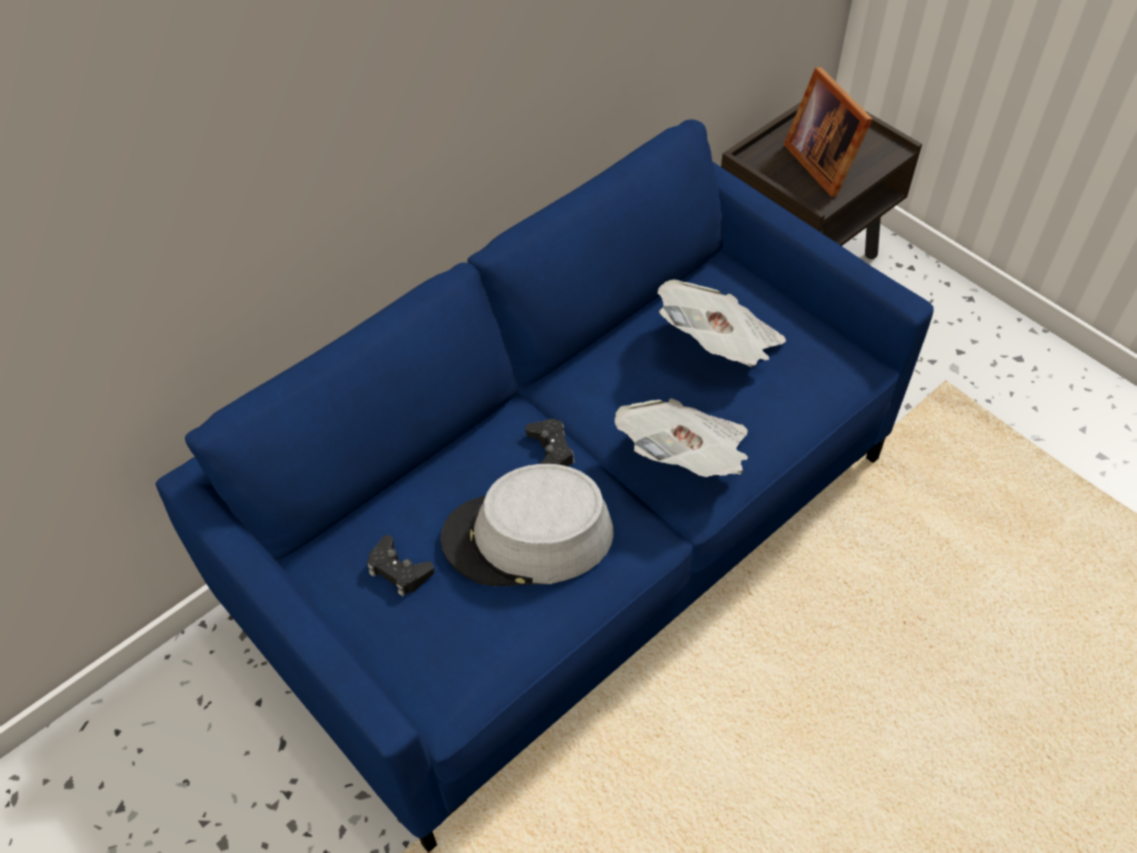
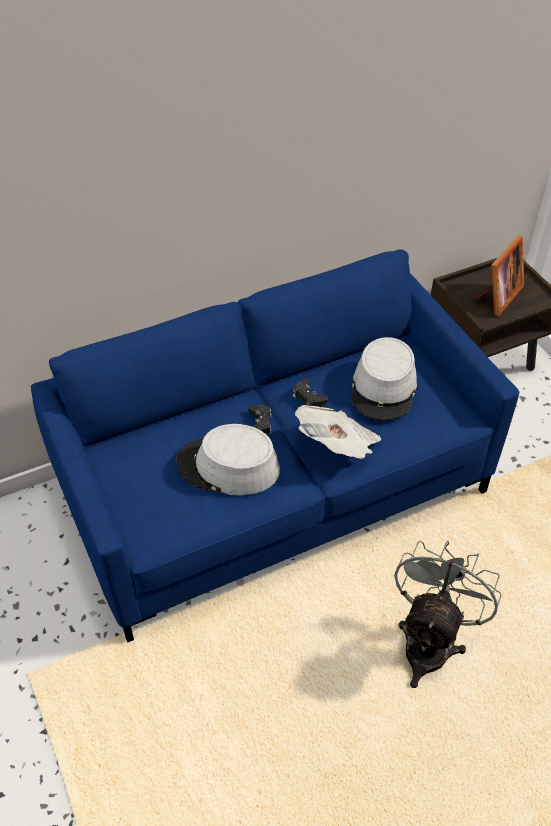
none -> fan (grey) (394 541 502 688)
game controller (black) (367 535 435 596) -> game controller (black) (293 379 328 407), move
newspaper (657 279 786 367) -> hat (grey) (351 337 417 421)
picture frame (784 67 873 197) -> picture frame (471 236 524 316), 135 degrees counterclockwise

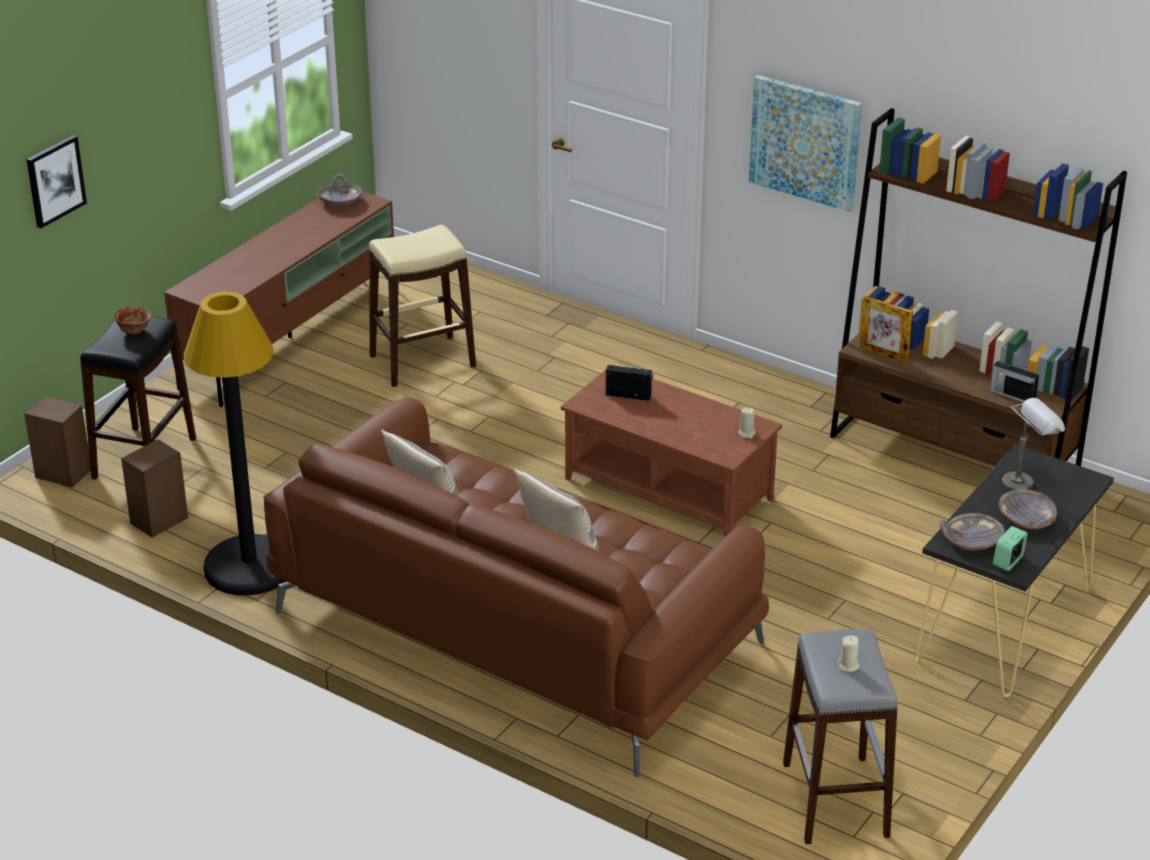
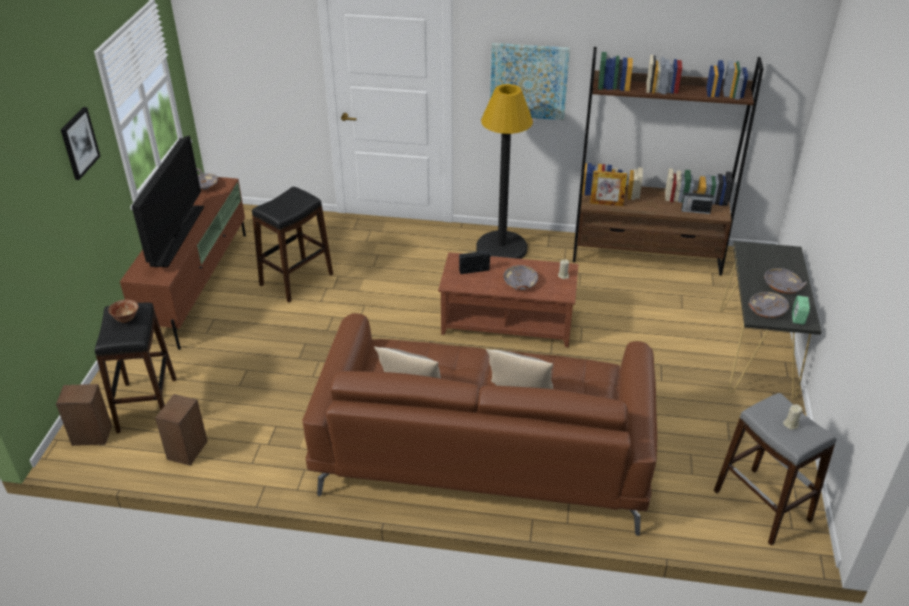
table lamp (grey) (1002 398 1065 491) -> none
none -> television (132 135 204 267)
none -> bowl (grey) (504 265 538 290)
picture (26 135 87 228) -> picture (61 107 100 180), move
floor lamp (black) (183 292 287 596) -> floor lamp (black) (476 84 533 259), move
stool (beige) (369 225 476 387) -> stool (black) (252 187 333 302)

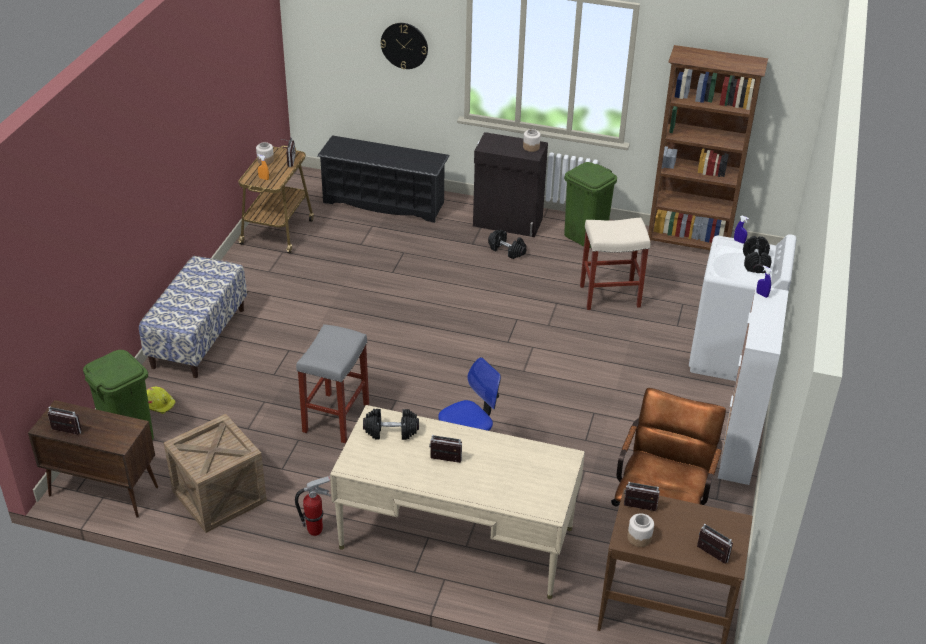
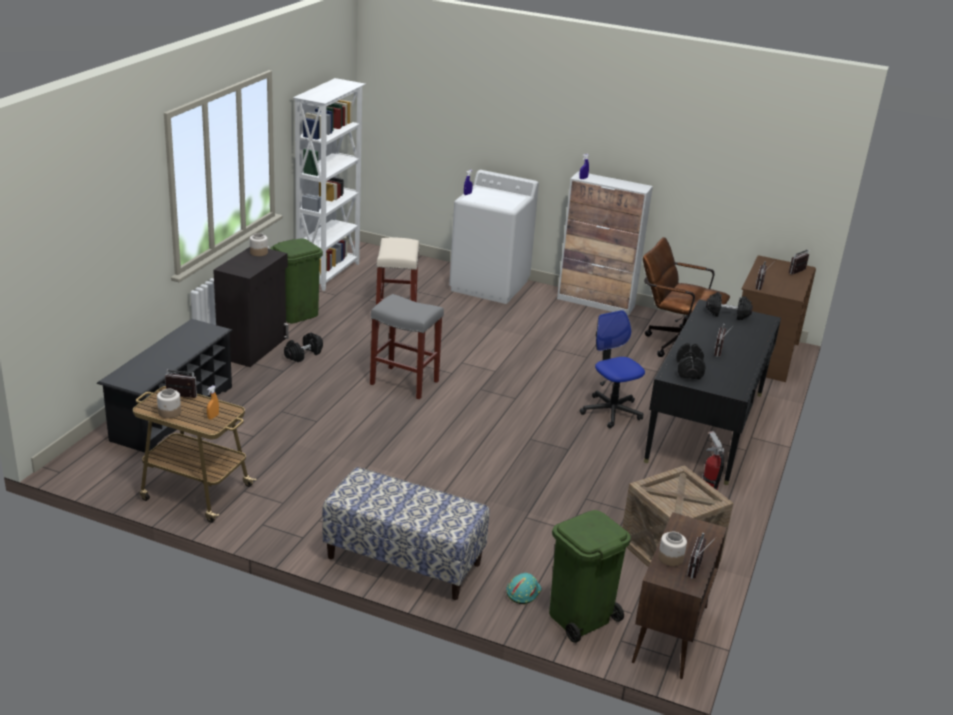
wall clock (381 23 428 69) -> none
stool (grey) (296 324 369 443) -> stool (grey) (370 294 444 399), move
jar (627 514 654 547) -> jar (658 532 687 566), move
dumbbell (black) (743 236 772 273) -> dumbbell (black) (706 292 753 320), move
hard hat (yellow) (147 387 176 414) -> hard hat (turquoise) (506 573 542 604)
desk (beige) (330 405 585 599) -> desk (black) (644 299 781 485)
bookcase (brown) (648 45 768 250) -> bookcase (white) (293 78 365 291)

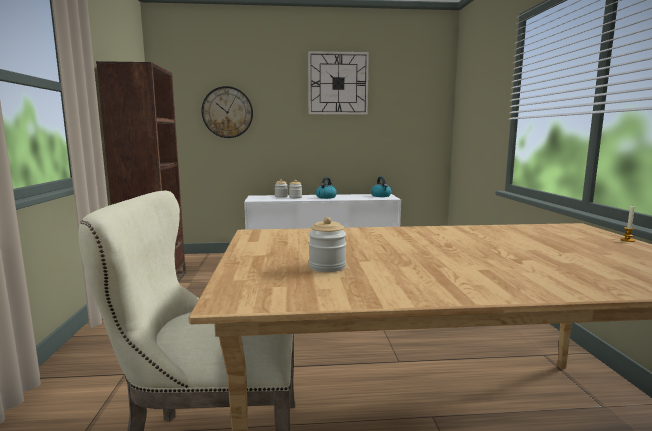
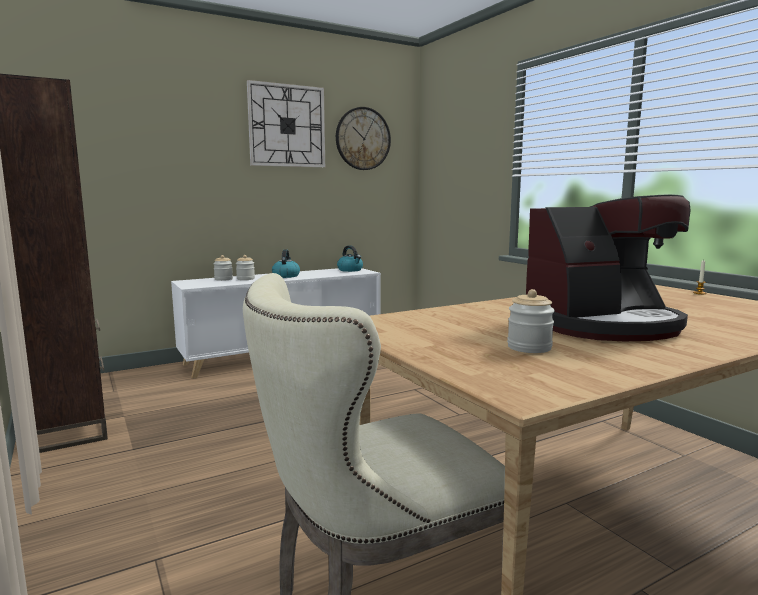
none -> coffee machine (526 194 691 341)
wall clock (201 86 253 138) -> wall clock (336 107 391 170), move

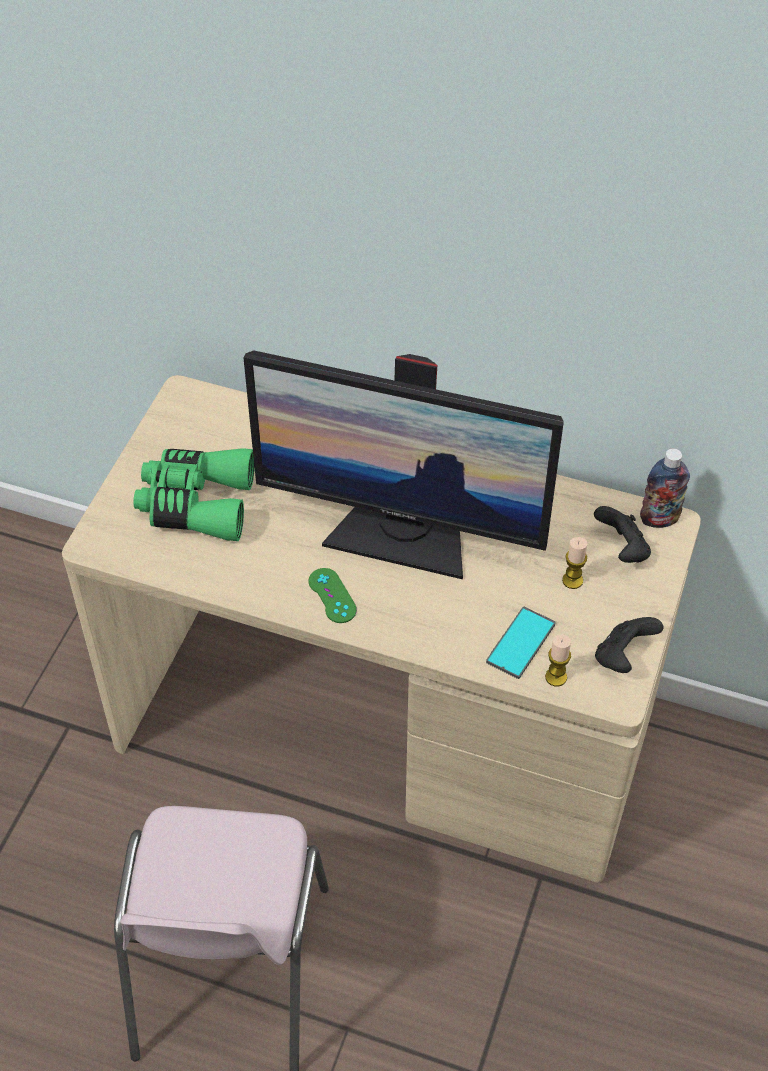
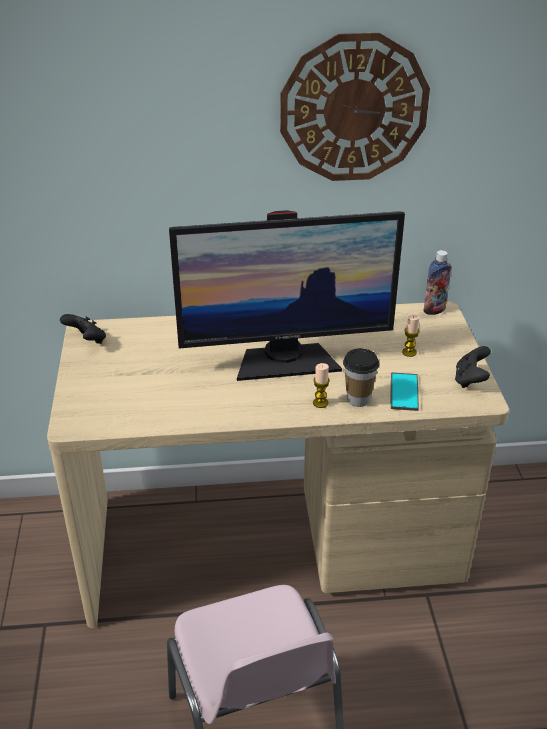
binoculars (green) (133 448 255 541) -> none
game controller (green) (309 568 357 623) -> none
none -> wall clock (280 33 430 181)
none -> cup (343 348 379 407)
candle (545 634 571 686) -> candle (313 363 330 408), move
game controller (black) (594 506 651 563) -> game controller (black) (60 314 106 344), move

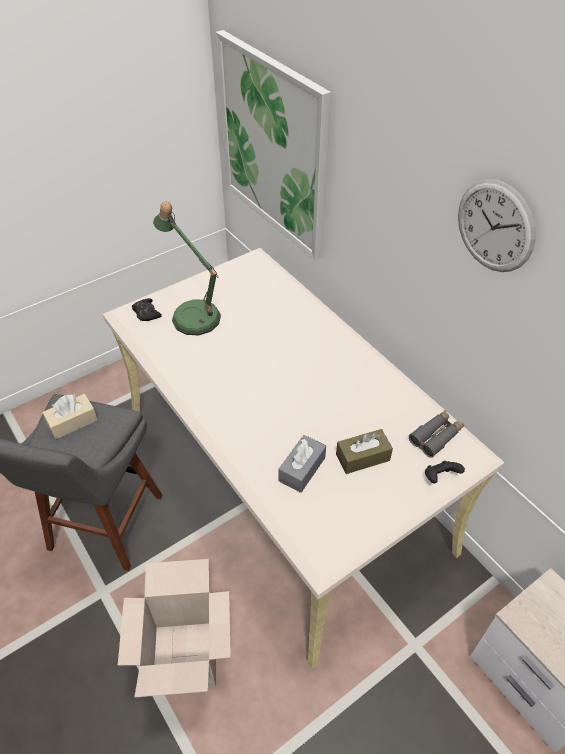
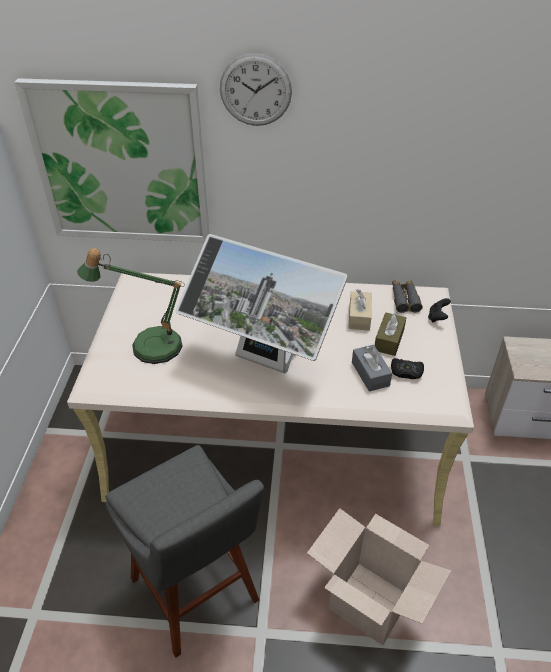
none -> monitor (176 234 348 373)
tissue box (beige) (42 394 98 439) -> tissue box (beige) (348 289 372 331), move
game controller (black) (132 298 162 321) -> game controller (black) (391 358 424 379), move
wall clock (458 179 536 272) -> wall clock (220 53 292 126), move

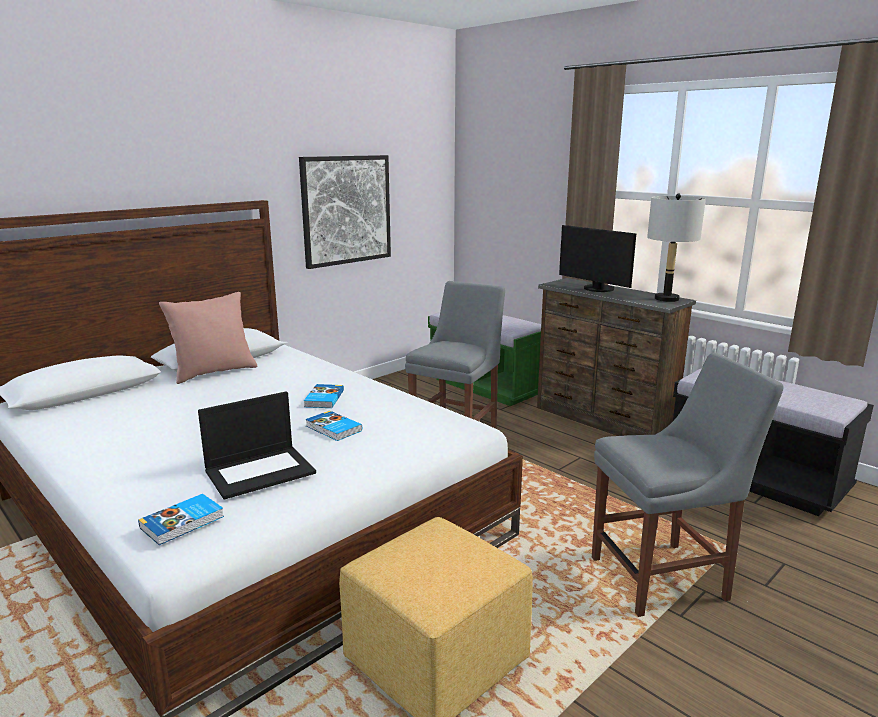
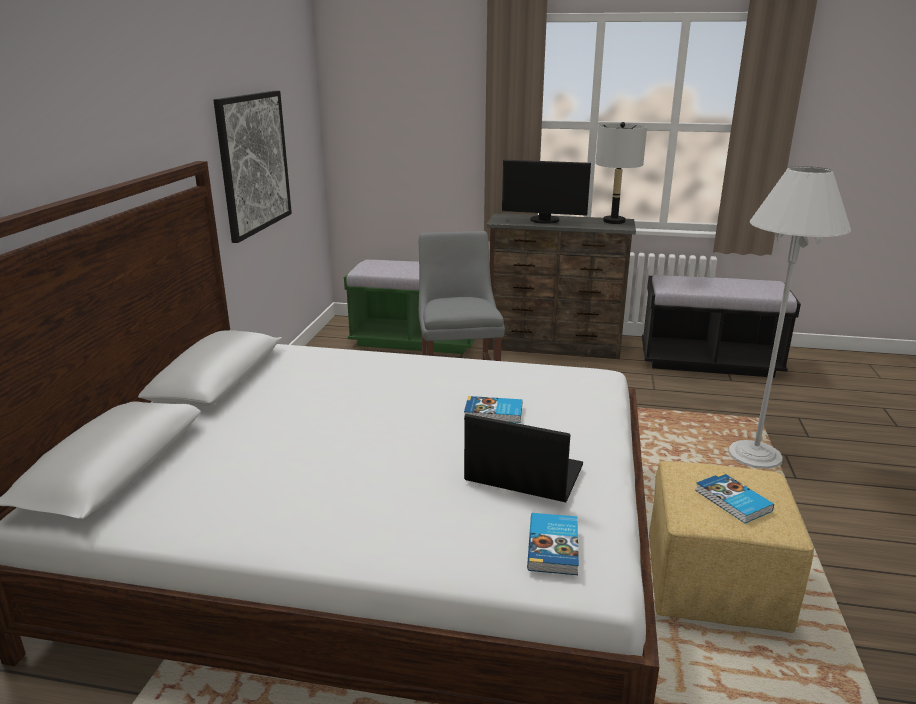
pillow (pink) (159 292 257 384) -> none
book (304 384 344 408) -> book (695 473 774 524), move
chair (grey) (592 353 784 617) -> floor lamp (white) (728 166 851 469)
laptop (198 391 316 500) -> laptop (464 414 583 502), 90 degrees counterclockwise

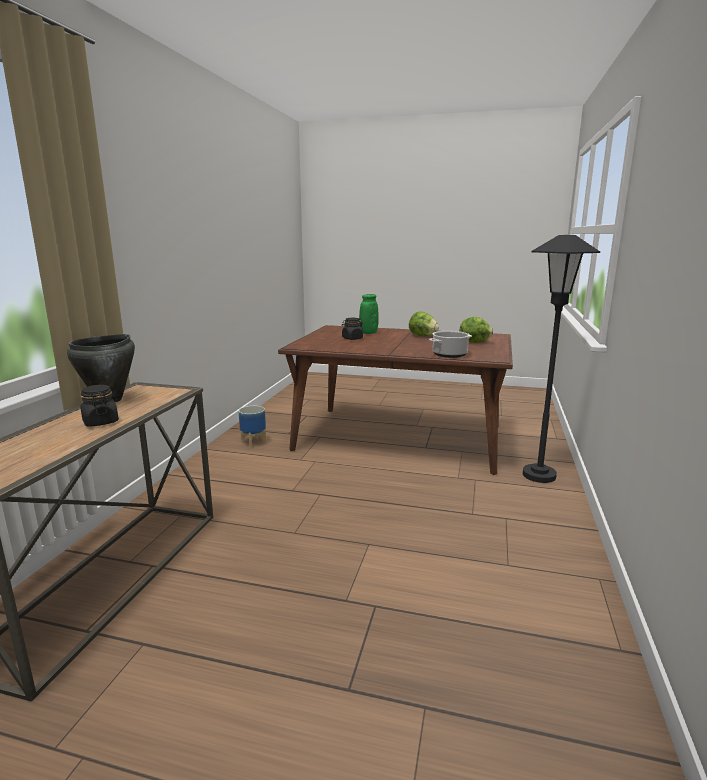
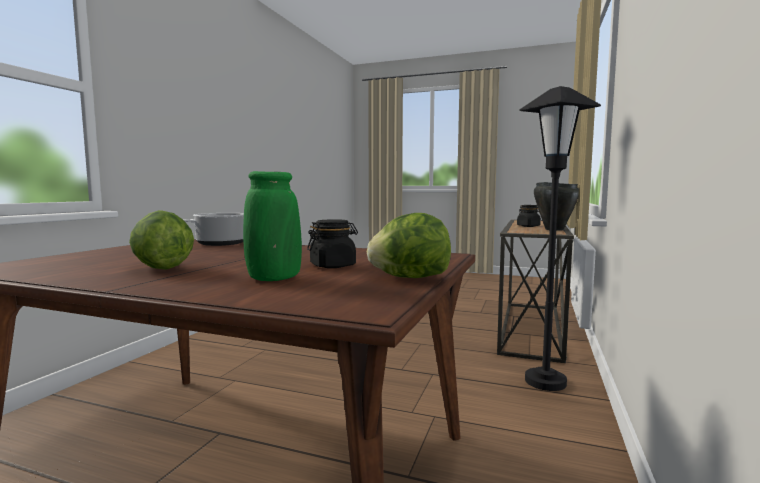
planter (239 406 267 448) -> none
lettuce (460 317 493 343) -> lettuce (367 213 451 278), move
floor lamp (black) (523 235 600 483) -> floor lamp (black) (520 86 601 391), move

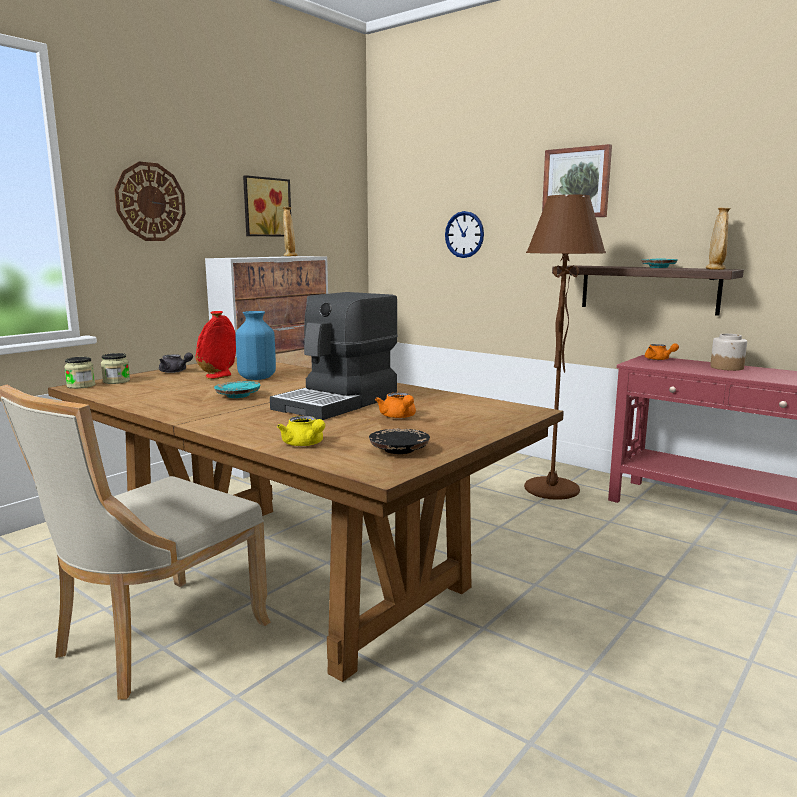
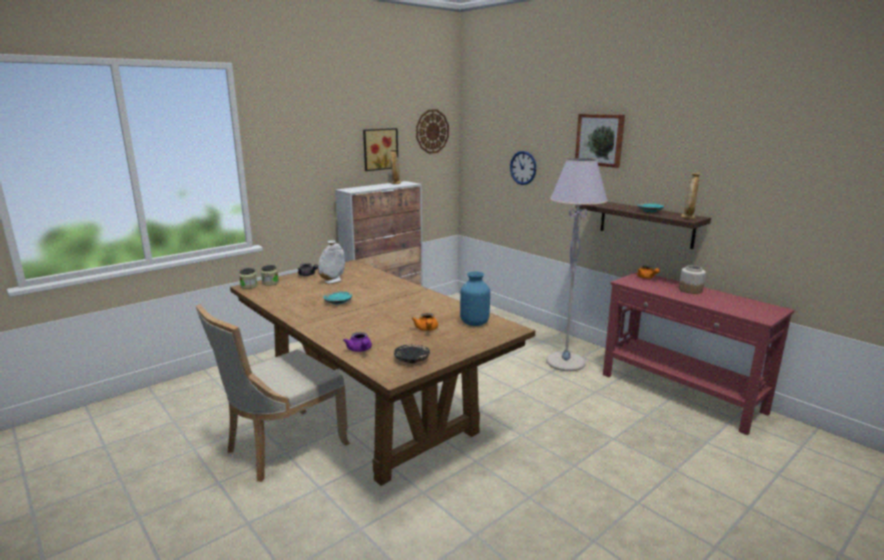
coffee machine (270 292 398 420) -> none
wall clock (114 162 186 241) -> wall clock (416 110 449 154), move
vase (blue) (235 311 276 380) -> vase (blue) (460 272 490 326), move
vase (red) (196 311 236 379) -> vase (white) (318 240 345 284)
teapot (yellow) (277 416 325 446) -> teapot (purple) (343 332 372 352)
floor lamp (brown) (524 195 606 500) -> floor lamp (grey) (546 158 608 371)

